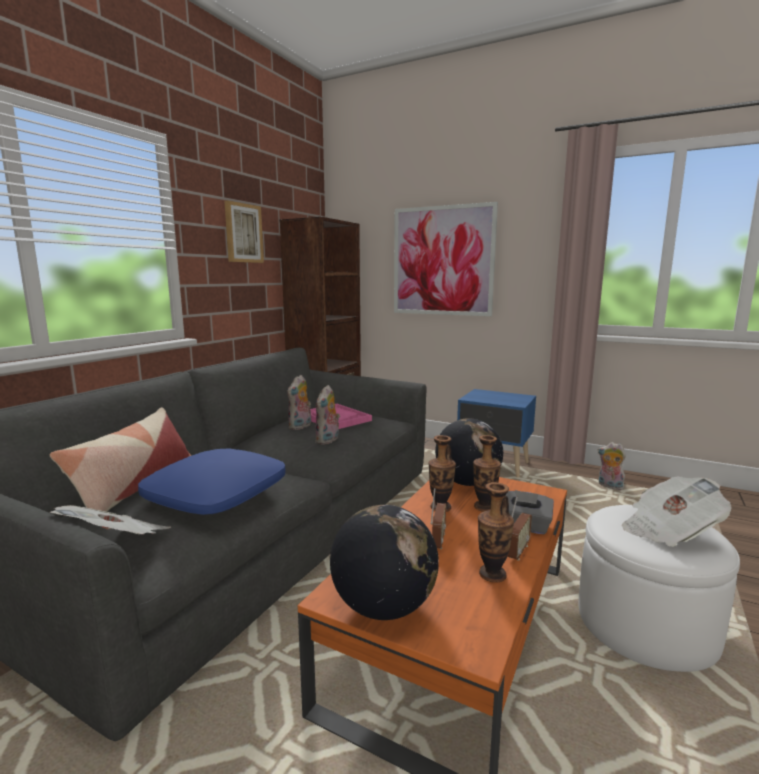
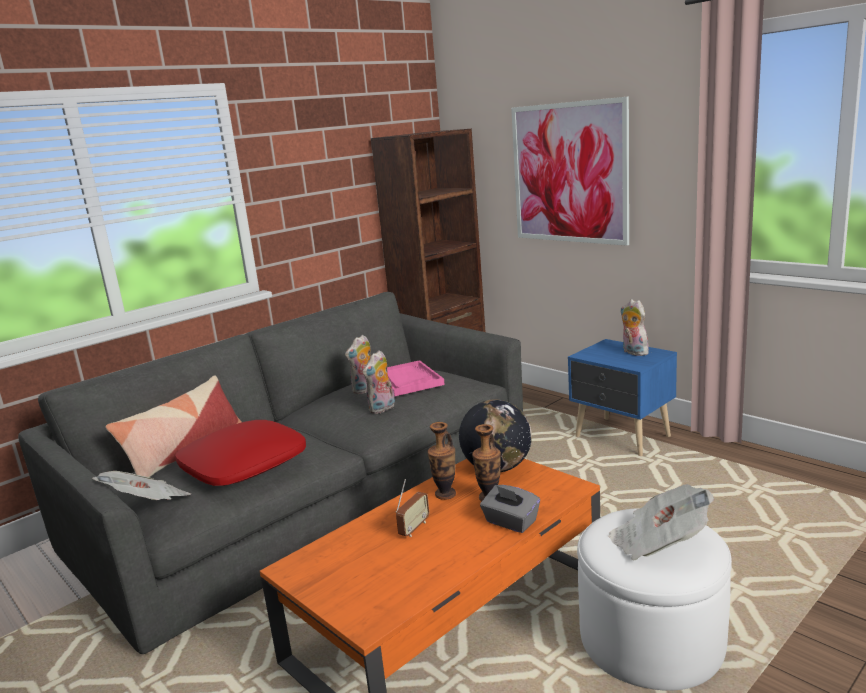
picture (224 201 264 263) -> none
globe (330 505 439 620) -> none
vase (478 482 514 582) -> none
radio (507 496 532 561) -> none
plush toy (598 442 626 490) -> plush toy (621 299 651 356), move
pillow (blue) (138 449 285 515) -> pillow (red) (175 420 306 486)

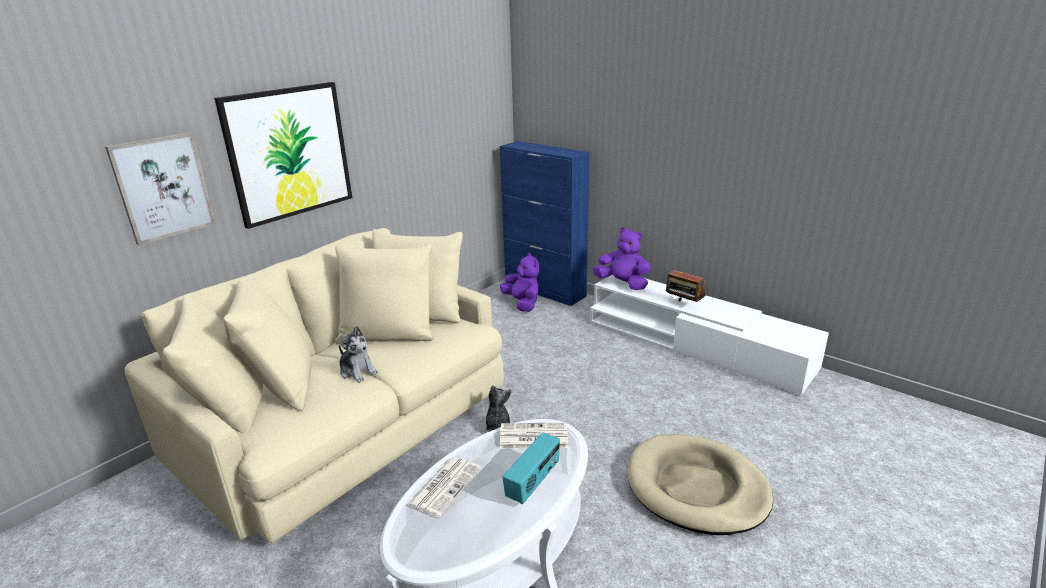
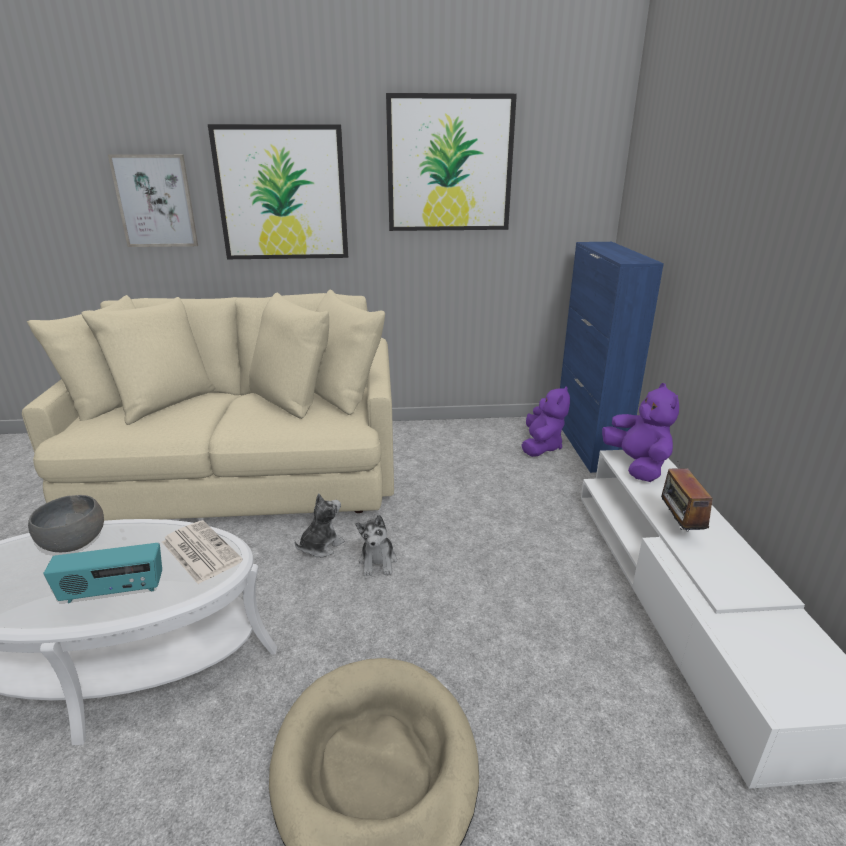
none -> picture (386 93 517 231)
plush toy (339 326 378 383) -> plush toy (356 515 397 576), move
newspaper (408 457 481 517) -> bowl (grey) (28 495 104 552)

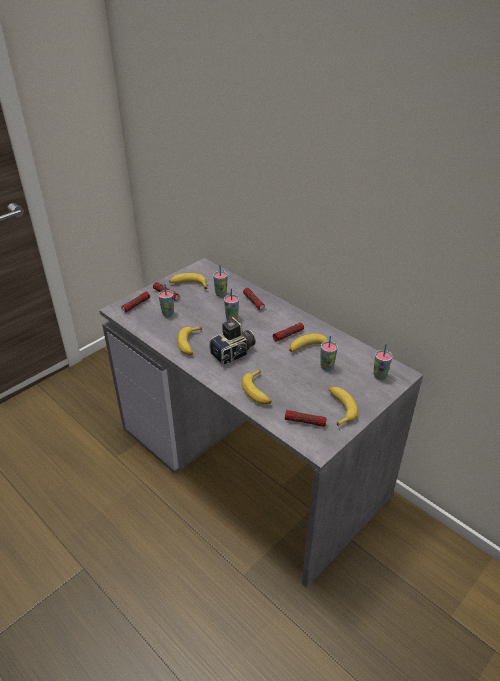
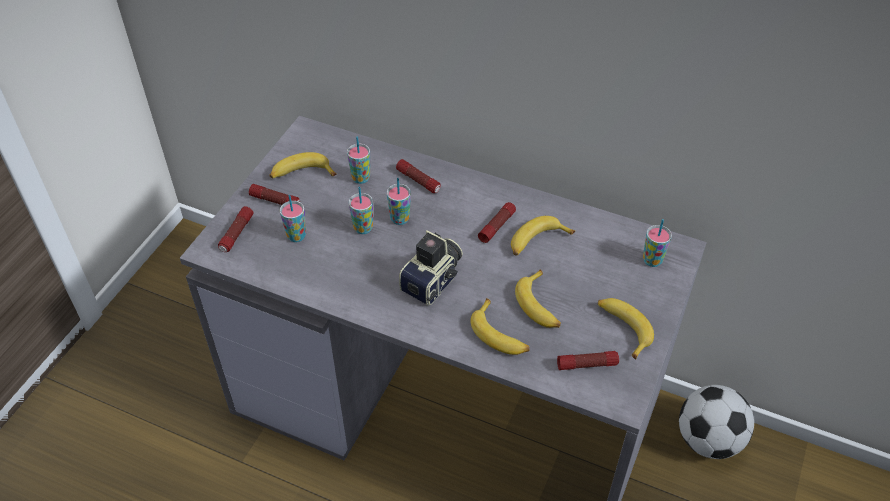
none -> football (679 385 754 459)
banana (177 326 202 355) -> banana (515 269 561 328), move
cup (320 335 338 371) -> cup (349 187 373 234), move

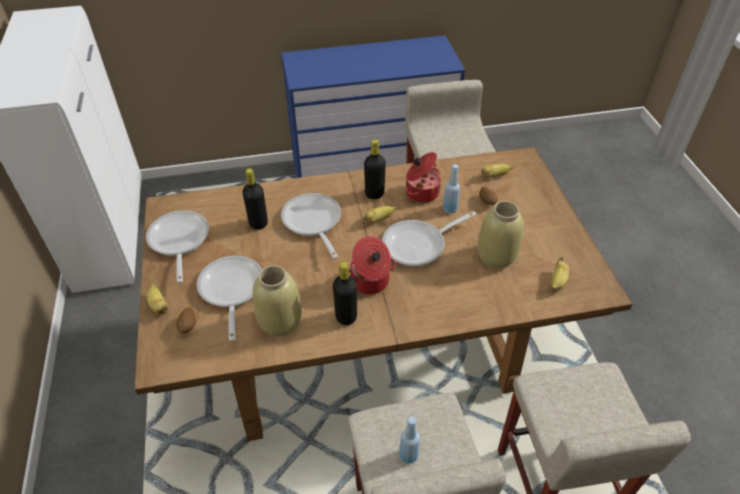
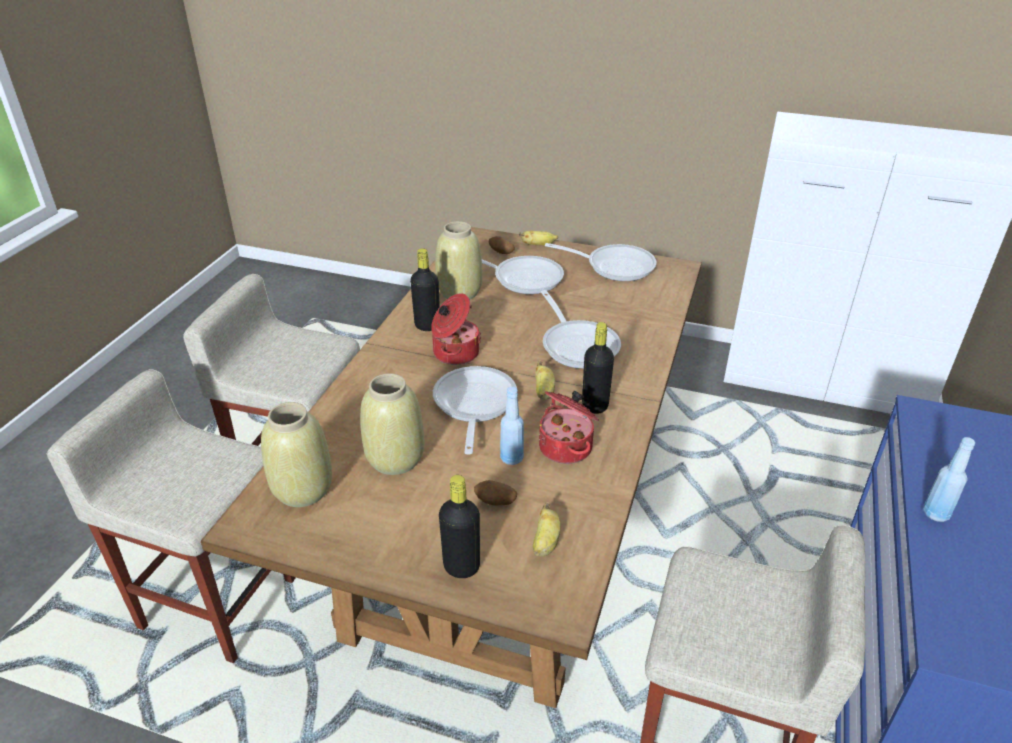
bottle (black) (242 168 268 230) -> bottle (black) (439 475 480 578), move
bottle (blue) (399 417 420 464) -> bottle (blue) (923 437 975 522), move
banana (551 257 569 291) -> vase (beige) (261 402 332 507)
frying pan (281 193 341 259) -> frying pan (541 290 621 369), 60 degrees clockwise

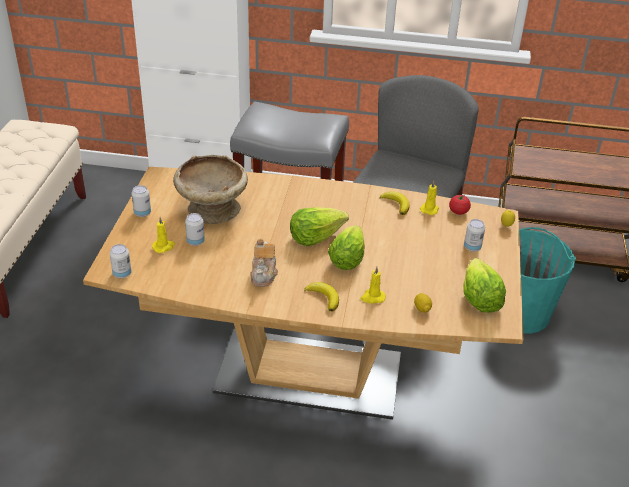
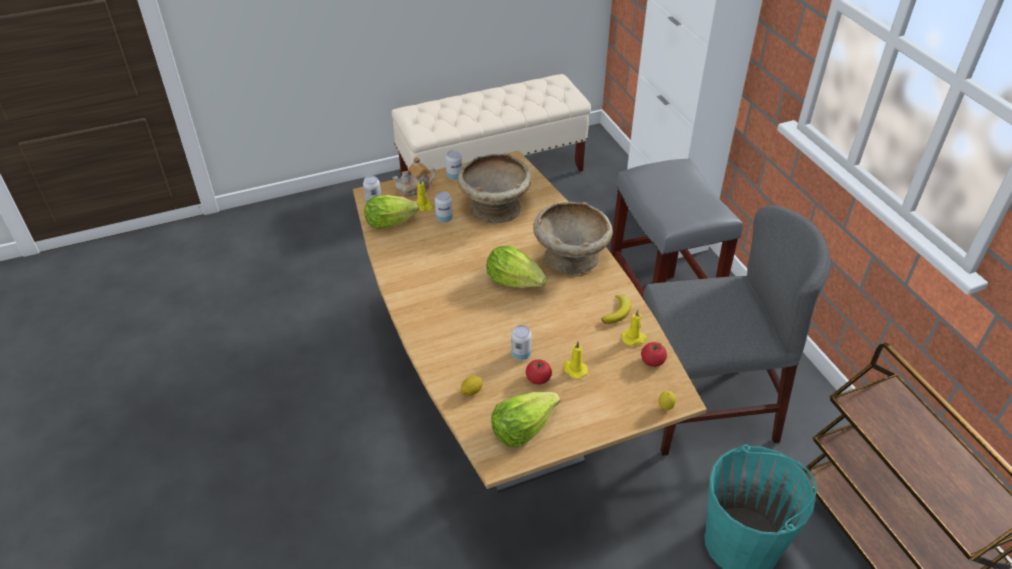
banana (304 282 339 311) -> none
none -> tomato (526 359 552 385)
none -> bowl (beige) (533 202 613 275)
teapot (251 238 278 287) -> teapot (392 157 436 196), move
lettuce (328 225 365 270) -> lettuce (364 195 419 229), move
candle (yellow) (361 267 386 304) -> candle (yellow) (564 341 588 379), move
can (464 219 485 252) -> can (511 325 532 360), move

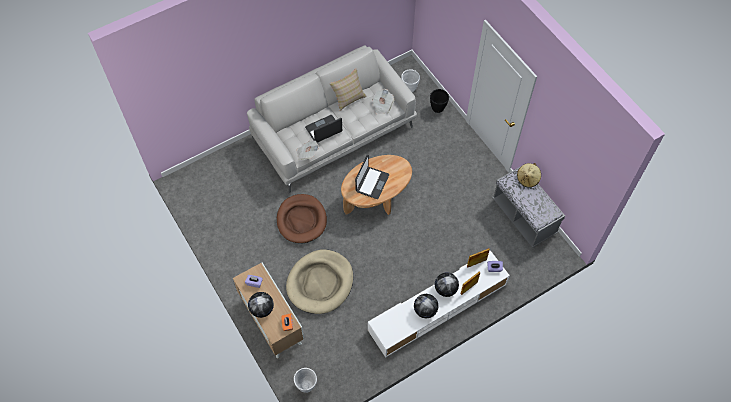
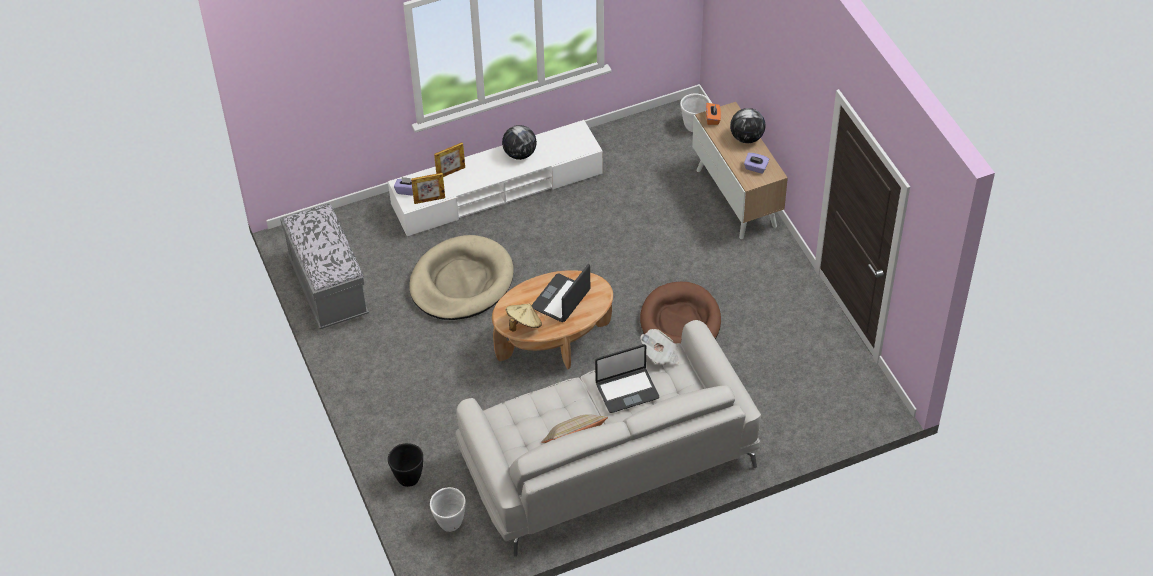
newspaper (372 89 394 114) -> none
globe (435 272 459 297) -> none
dog bed (beige) (286 249 353 314) -> dog bed (beige) (409 235 514 320), move
hat (beige) (517 163 541 188) -> hat (beige) (506 304 542 332), move

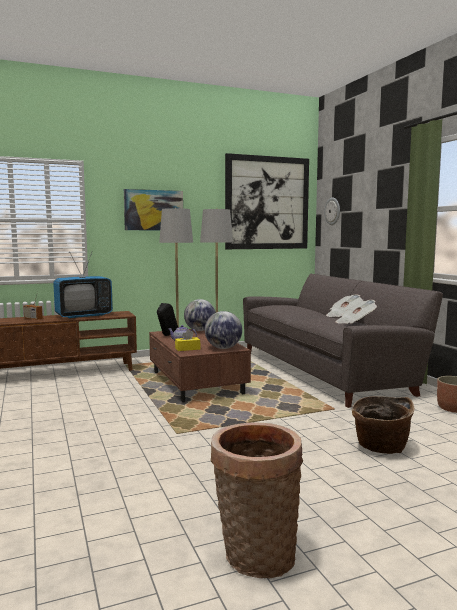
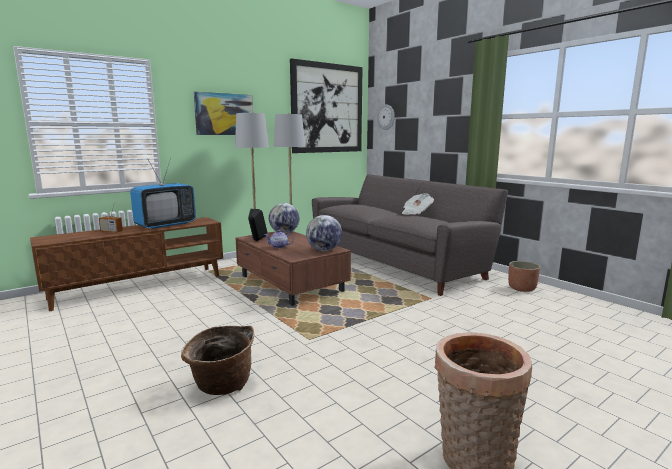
tissue box (yellow) (175 330 200 351) -> none
newspaper (335 300 377 324) -> none
basket (352 396 414 454) -> basket (181 326 254 395), move

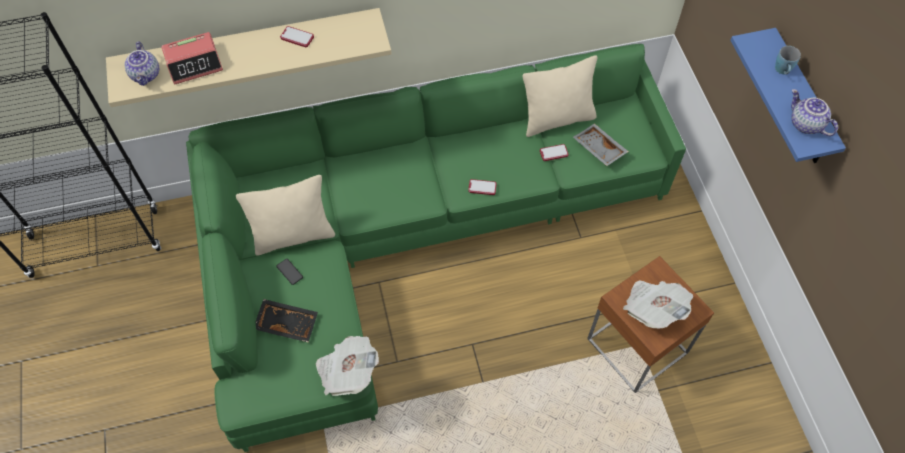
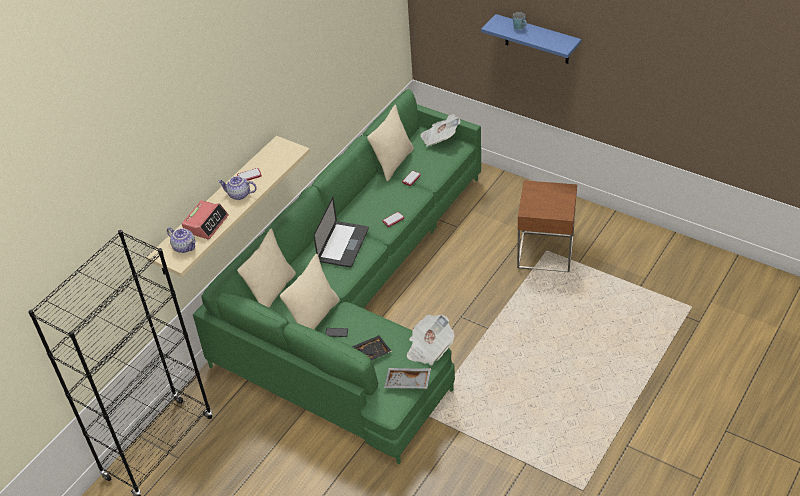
none -> pillow (beige) (237 228 296 308)
none -> laptop (314 197 369 268)
tray (grey) (573 124 629 166) -> tray (grey) (384 368 431 389), move
newspaper (623 281 693 328) -> newspaper (420 114 460 147), move
teapot (791 89 838 136) -> teapot (218 176 257 200), move

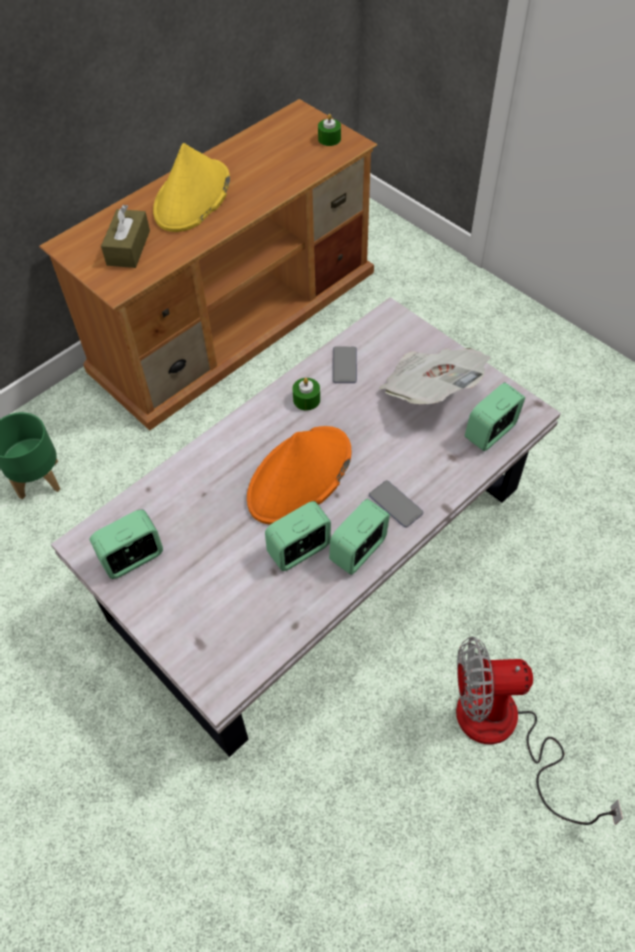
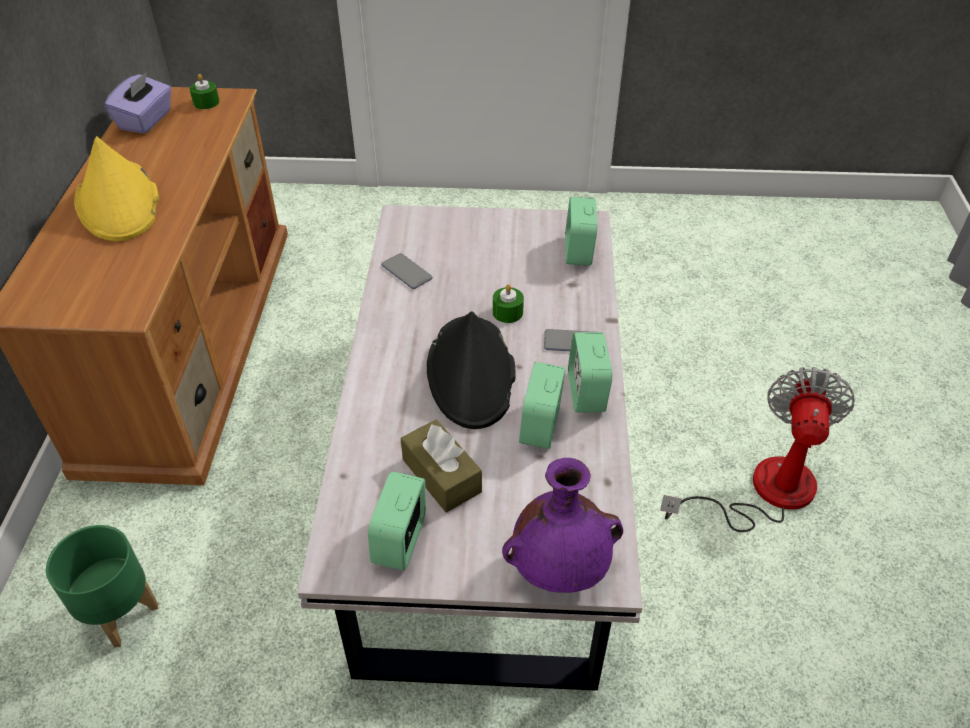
newspaper (379 348 490 404) -> none
none -> tissue box (purple) (104 72 172 134)
none -> vase (purple) (502 458 623 593)
tissue box (brown) (101 205 150 268) -> tissue box (brown) (401 419 482 512), move
candle (green) (292 378 320 411) -> candle (green) (493 284 524 323), move
hat (orange) (247 426 351 525) -> hat (black) (427 311 515 429)
fan (456 637 623 825) -> fan (660 367 855 532), 150 degrees clockwise

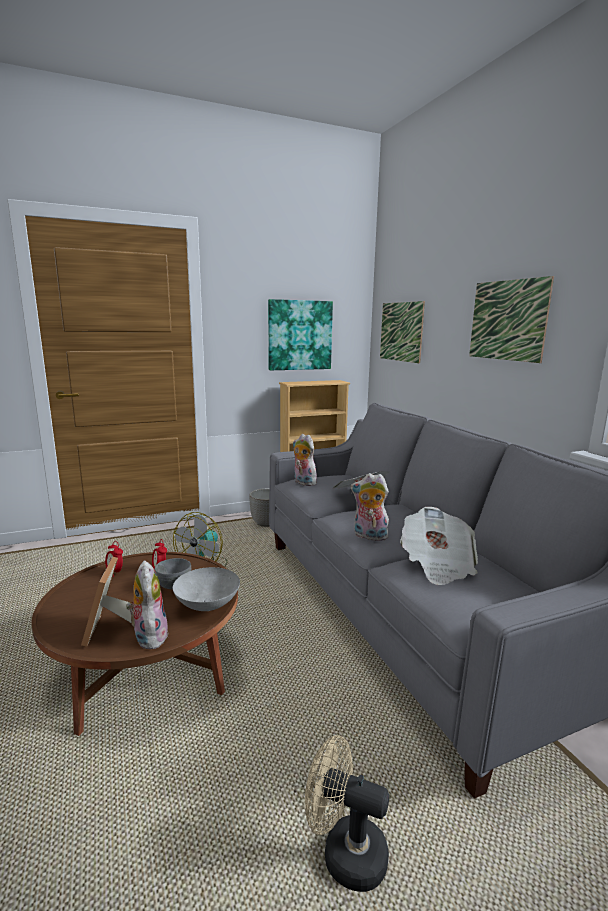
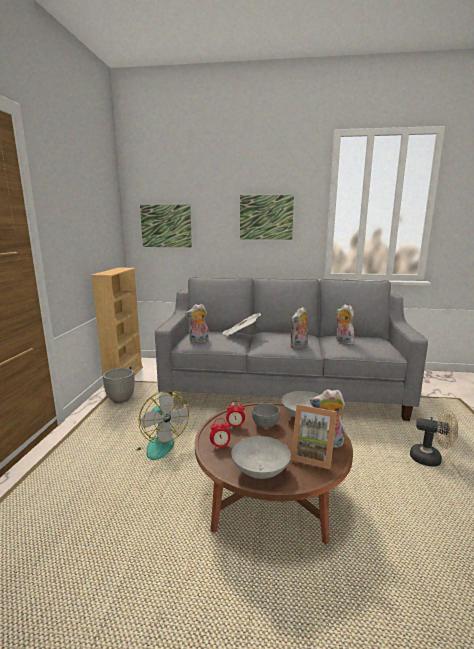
picture (268 299 333 370) -> none
none -> bowl (grey) (231 436 291 479)
newspaper (400 507 478 585) -> plush toy (336 304 354 345)
fan (beige) (305 735 389 892) -> fan (beige) (410 409 458 467), 120 degrees counterclockwise

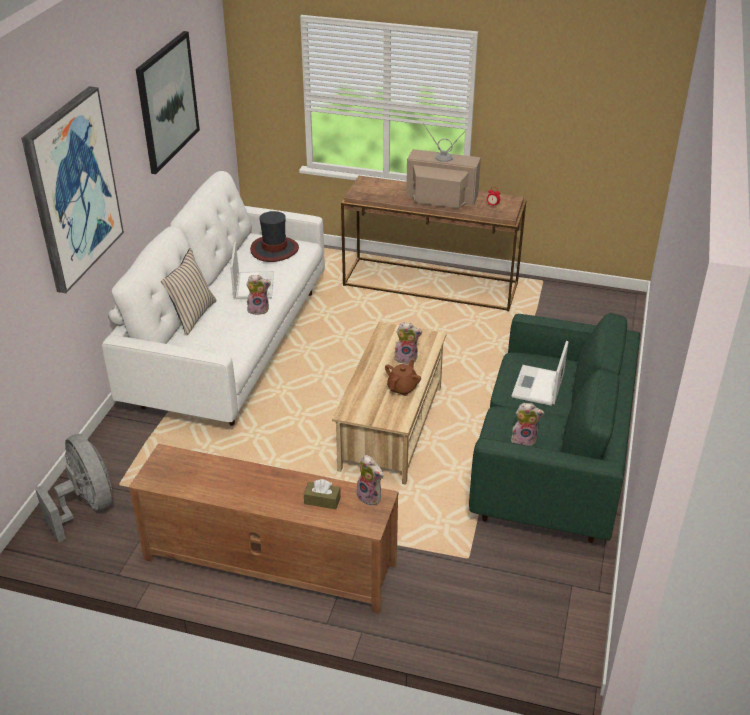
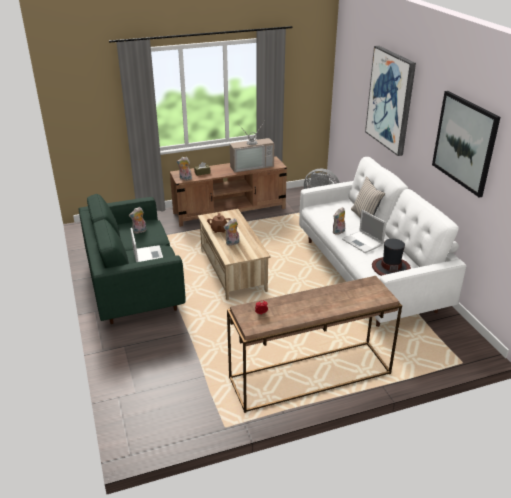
television (406 125 481 208) -> television (230 121 274 172), move

